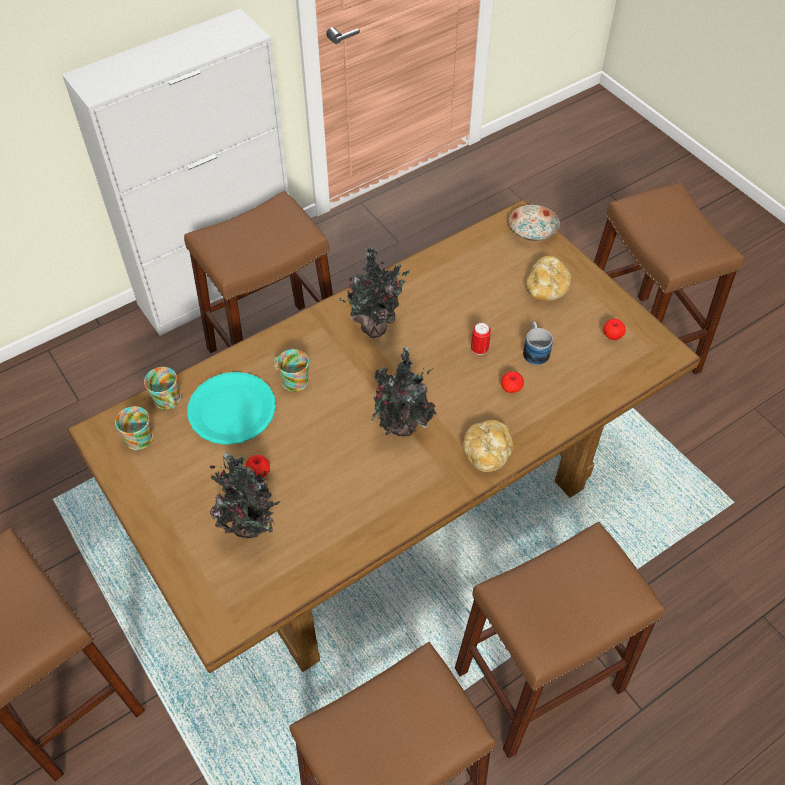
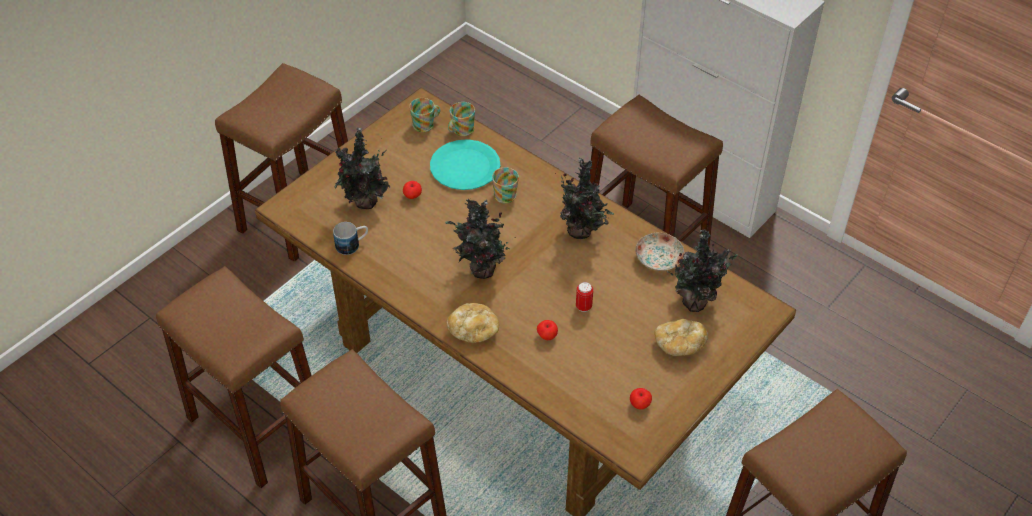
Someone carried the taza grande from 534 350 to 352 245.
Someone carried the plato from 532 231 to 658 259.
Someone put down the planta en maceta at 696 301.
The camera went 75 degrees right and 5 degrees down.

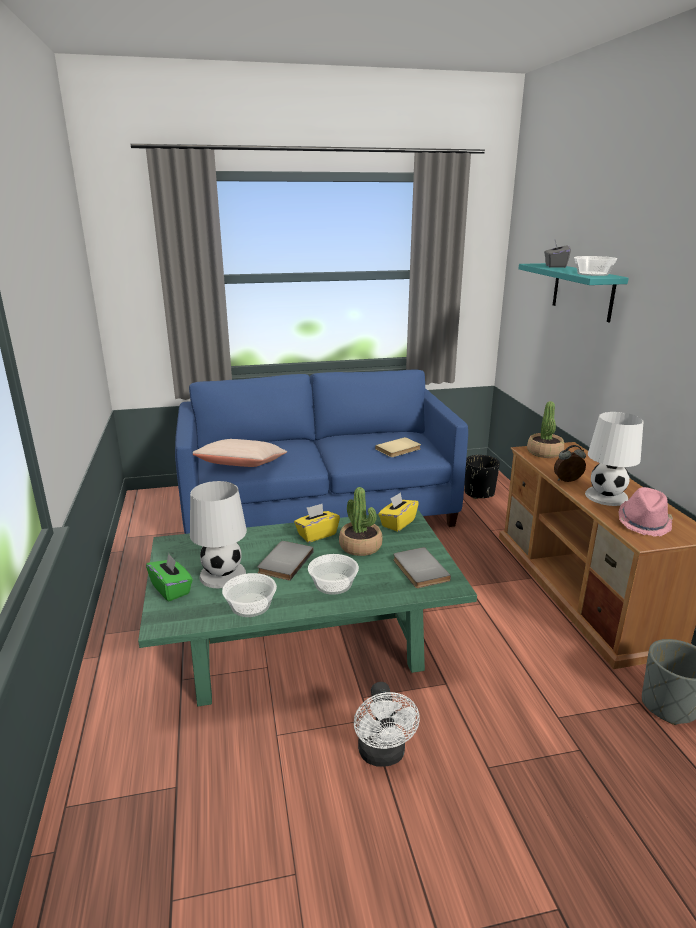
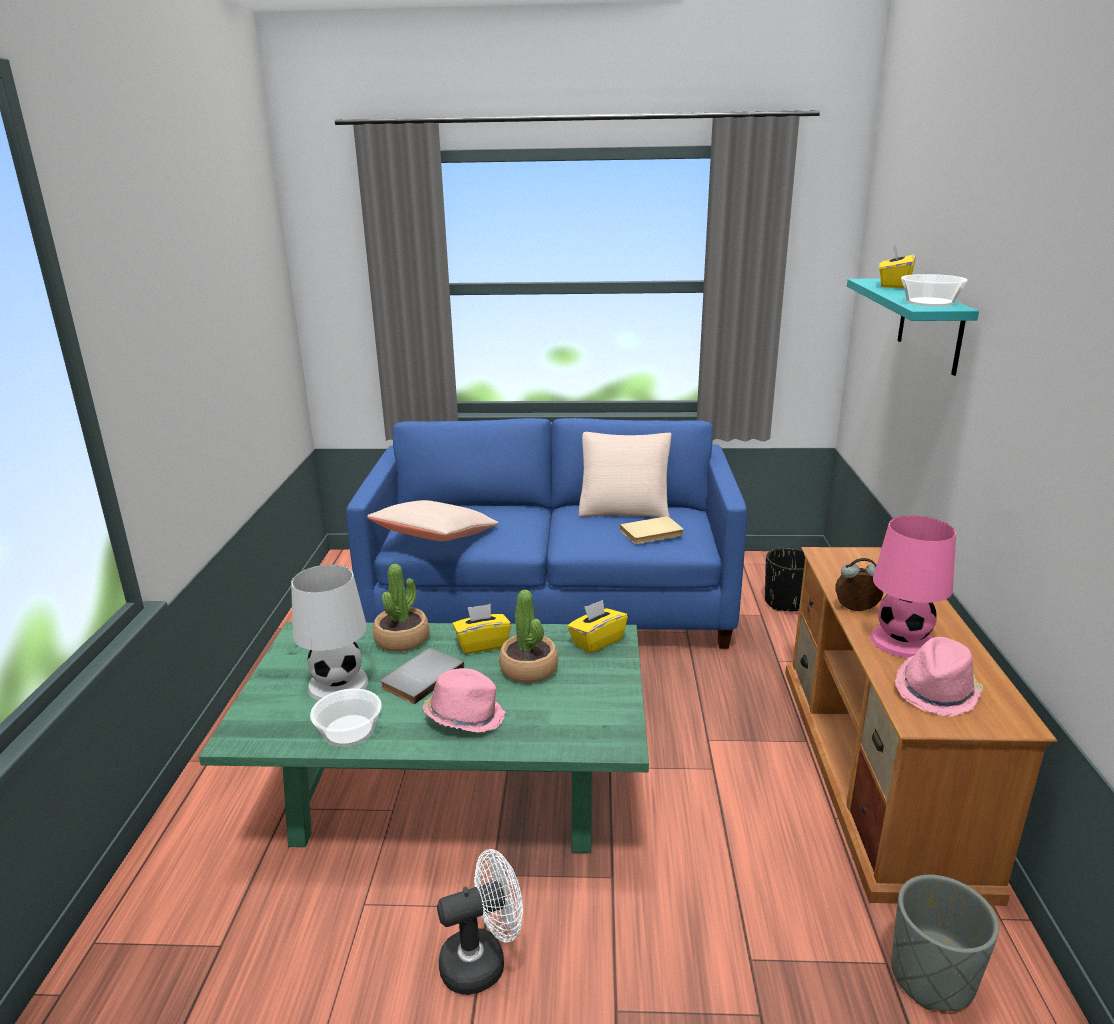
Someone carried the planta en maceta from 544 452 to 402 639.
Someone swapped the cuenco at 332 583 for the sombrero/rosa at 465 716.
Someone rotated the ventilador/blanco at 383 755 by 120 degrees counterclockwise.
Someone put down the cojín/beis at 624 507.
Someone repainted the lámpara de mesa/blanco at 605 496, which became the lámpara de mesa/rosa at 901 641.
Someone repainted the caja de pañuelos/gris at 555 266, which became the caja de pañuelos/amarillo at 894 285.
Someone took away the caja de pañuelos/verde at 171 589.
Someone took away the libro/gris at 418 570.
The camera went 15 degrees right and 0 degrees up.

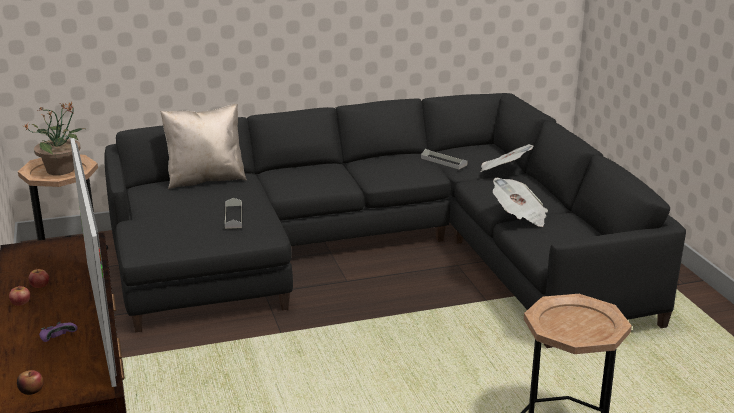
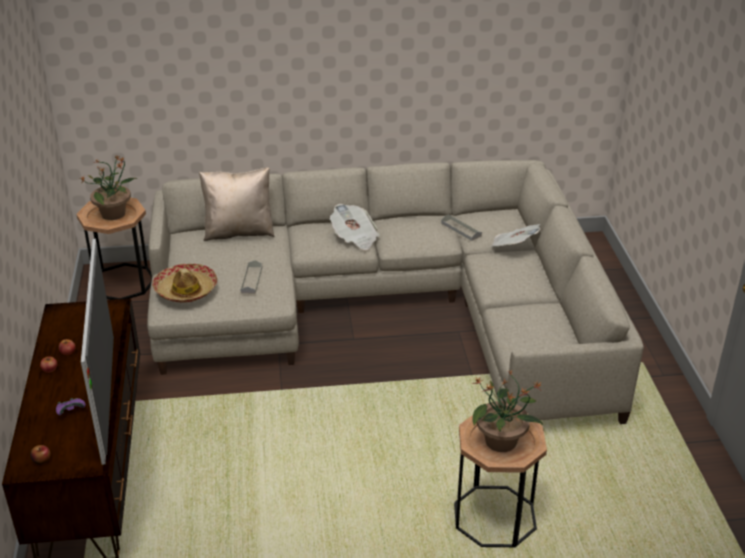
Someone repainted the sofá/negro at 377 253, which became the sofá/beis at 390 310.
Someone put down the sombrero at 185 290.
Someone carried the periódico from 519 216 to 355 238.
Someone put down the planta en maceta at 502 441.
The camera went 10 degrees right and 10 degrees up.

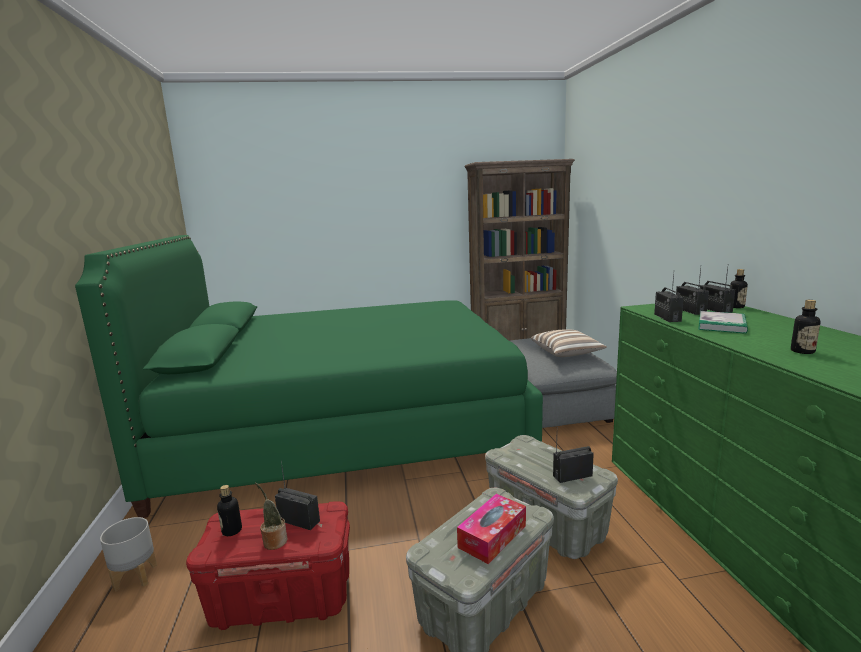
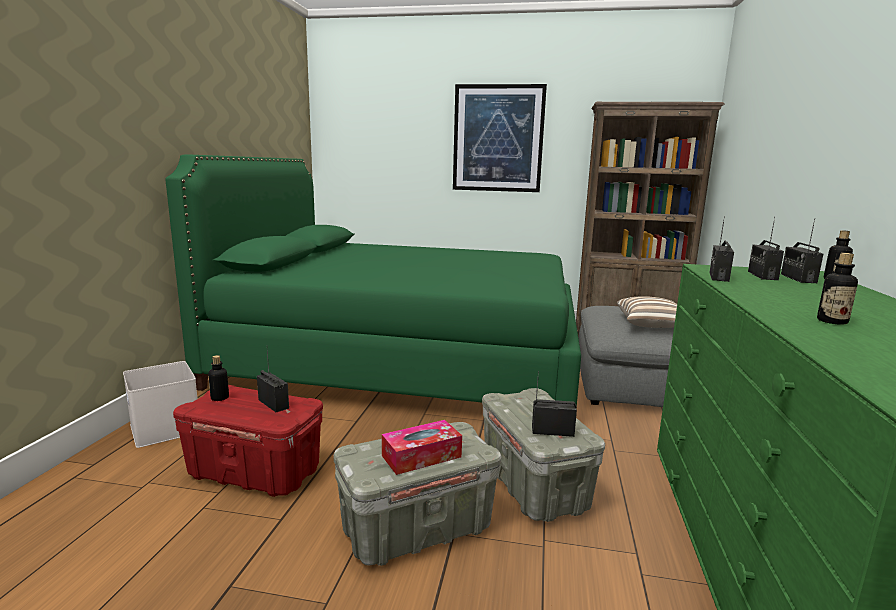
Someone swapped the maceta/gris at 136 577 for the caja de almacenaje/blanco at 167 428.
Someone put up the cuadro at 498 139.
Someone took away the planta en maceta at 274 541.
Someone took away the libro at 722 325.
The camera went 20 degrees right and 0 degrees up.

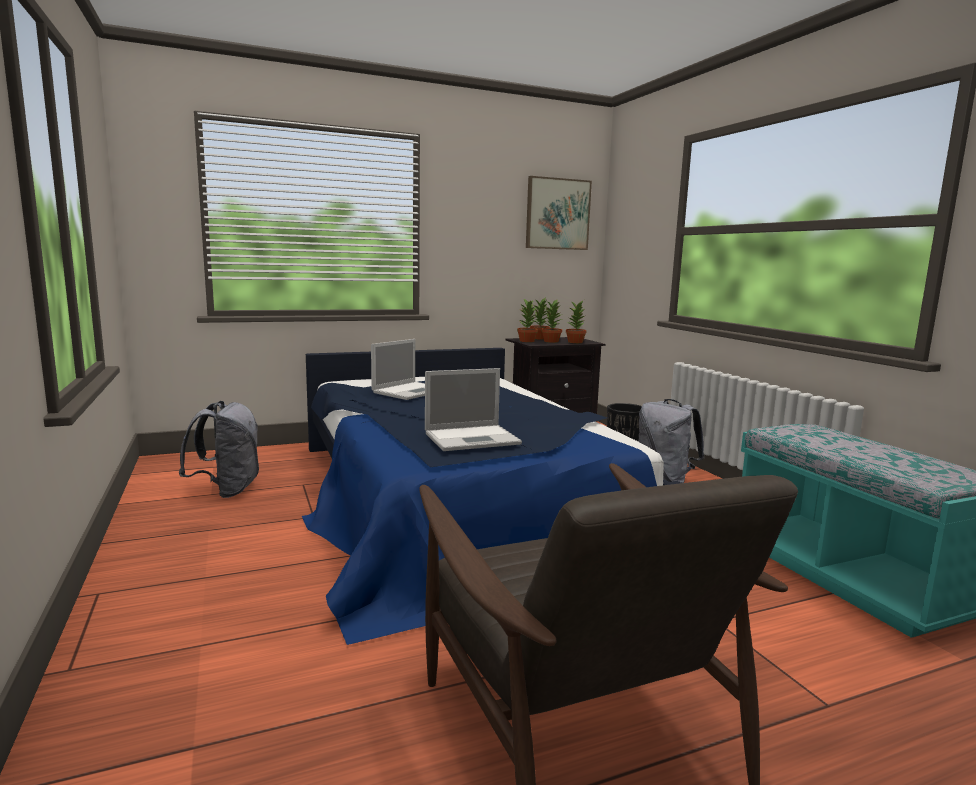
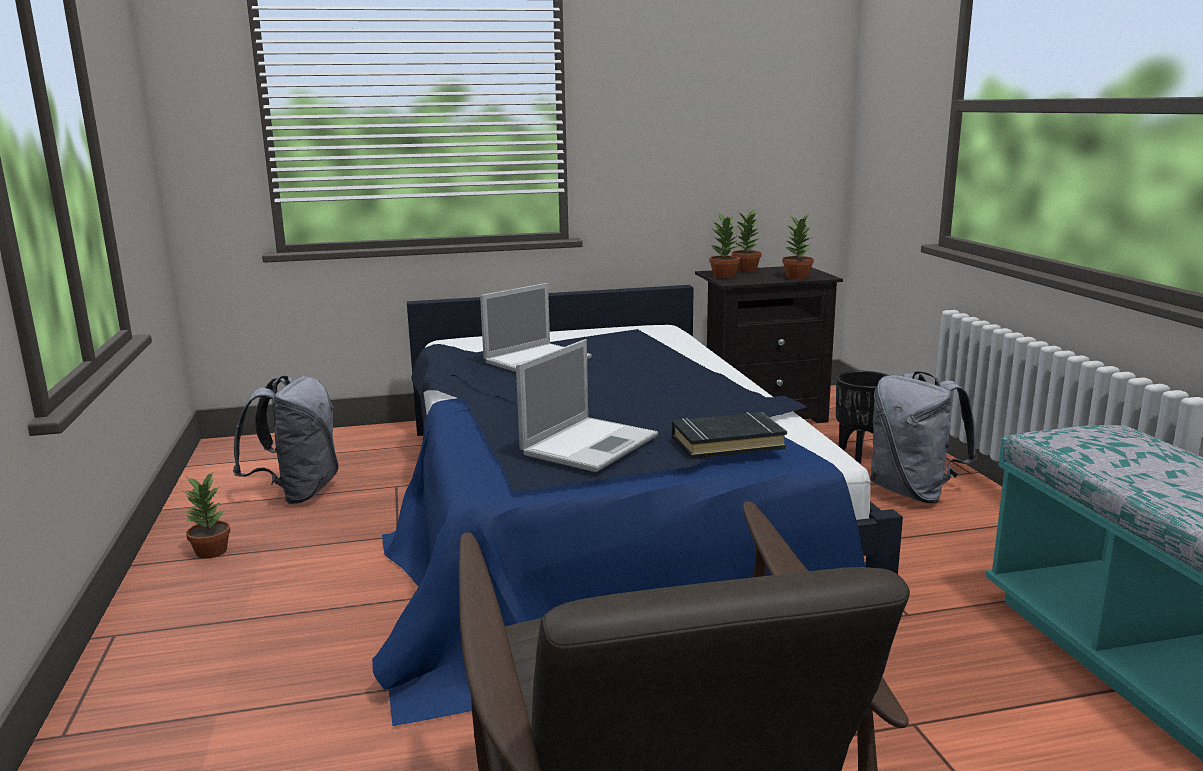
Someone carried the planta en maceta from 551 341 to 212 552.
Someone rotated the portátil at 473 438 by 45 degrees counterclockwise.
Someone put down the libro/negro at 727 443.
Someone took away the cuadro at 557 214.
The camera went 10 degrees right and 5 degrees up.

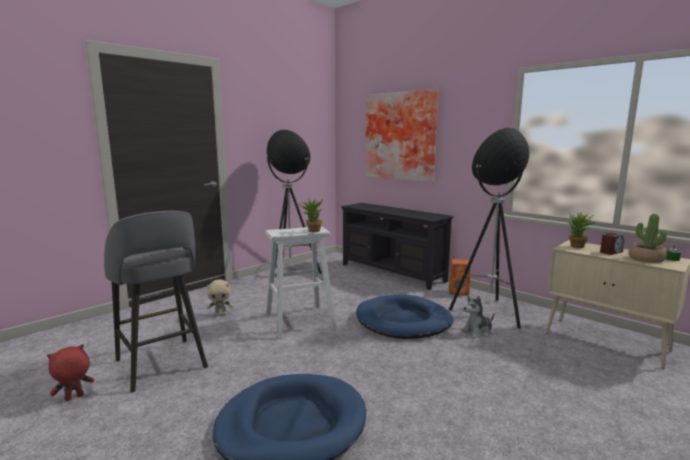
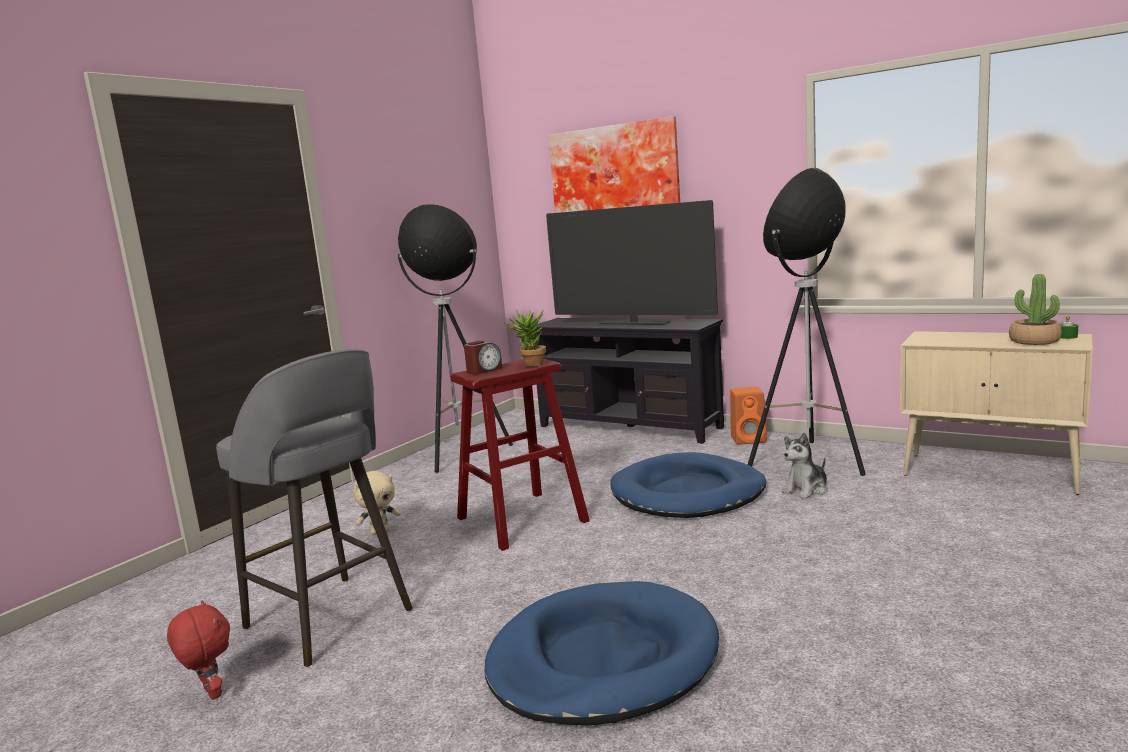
Someone rotated the peluche/rojo at 74 398 by 105 degrees clockwise.
Someone repainted the taburete/blanco at 299 321, which became the taburete/rojo at 522 519.
Someone carried the despertador from 611 252 to 484 370.
Someone put down the televisor at 633 323.
Someone took away the planta en maceta at 577 247.
The camera went 10 degrees left and 0 degrees up.

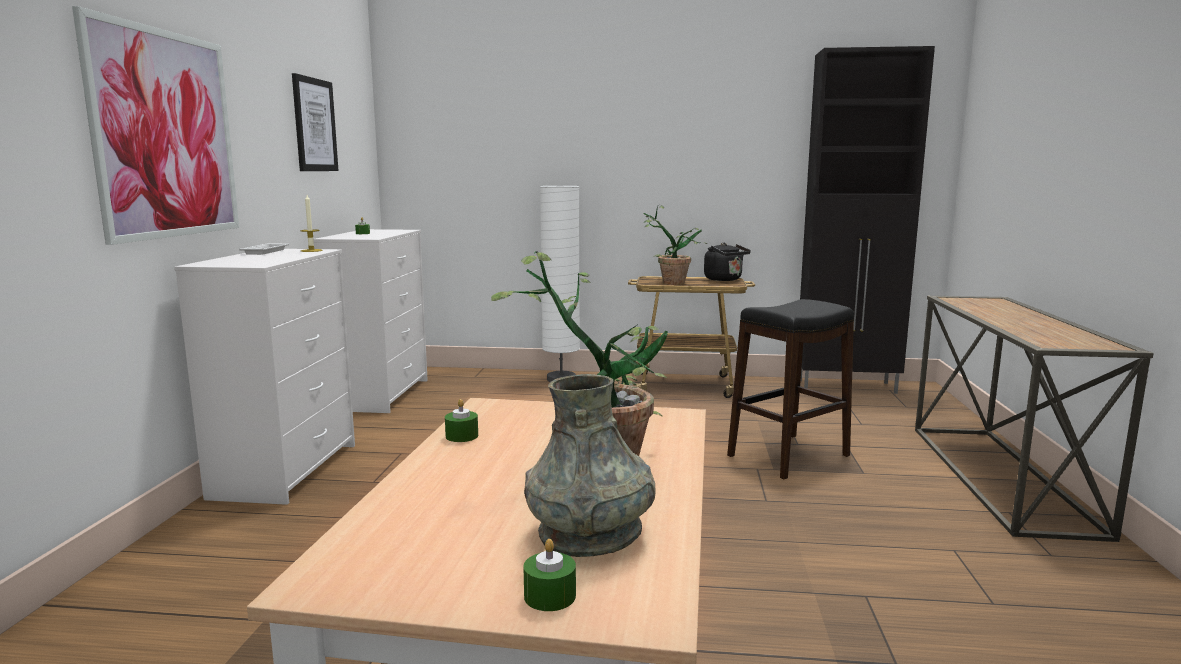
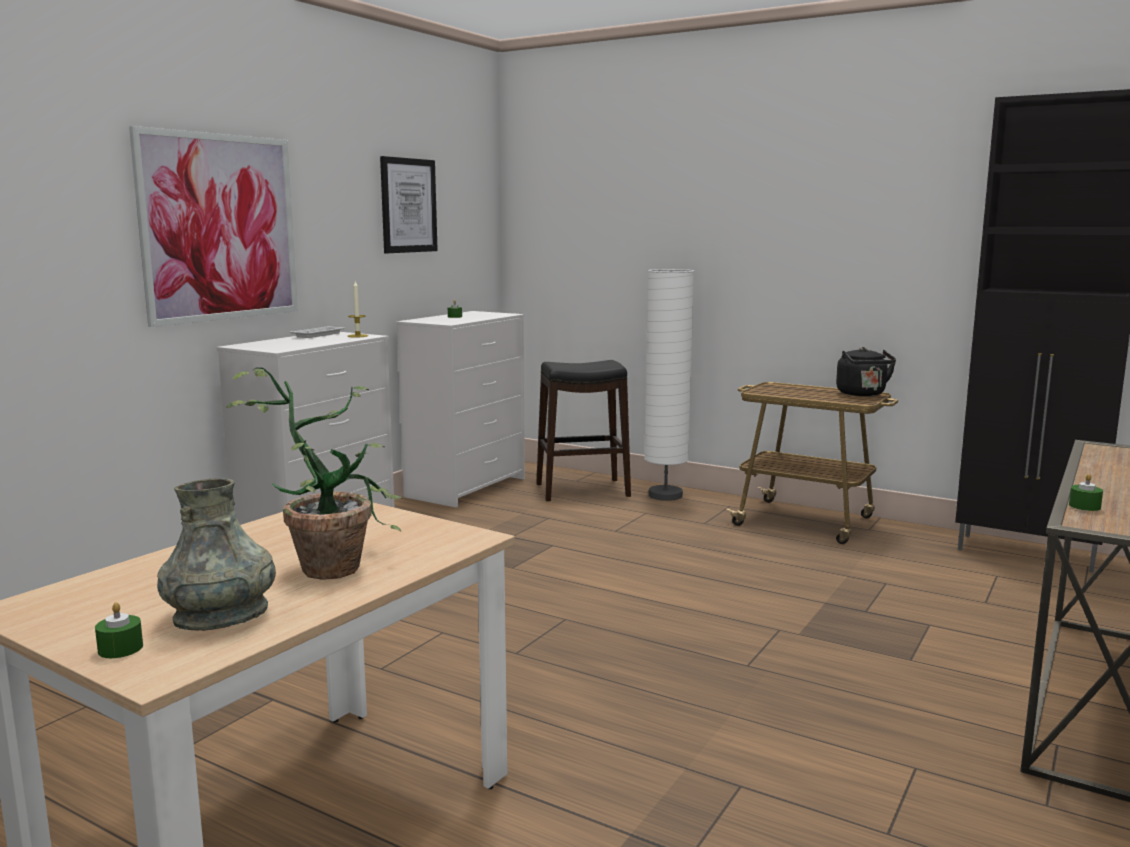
Someone carried the taburete/negro from 788 455 to 583 490.
Someone carried the vela/verde from 462 436 to 1084 506.
Someone took away the planta en maceta at 667 282.
The camera went 25 degrees right and 0 degrees up.

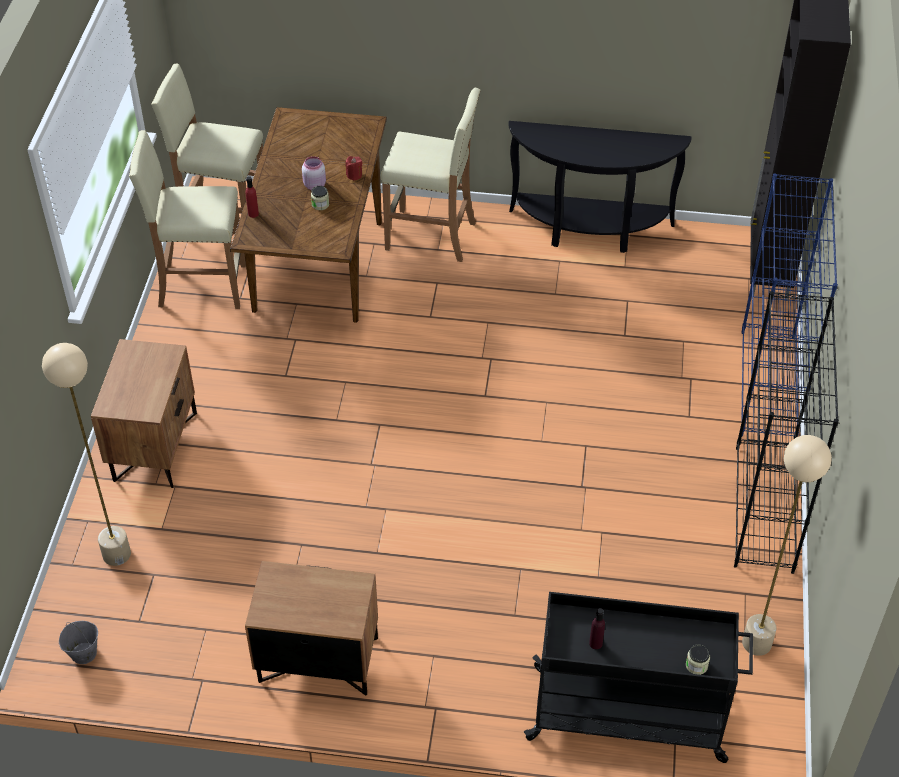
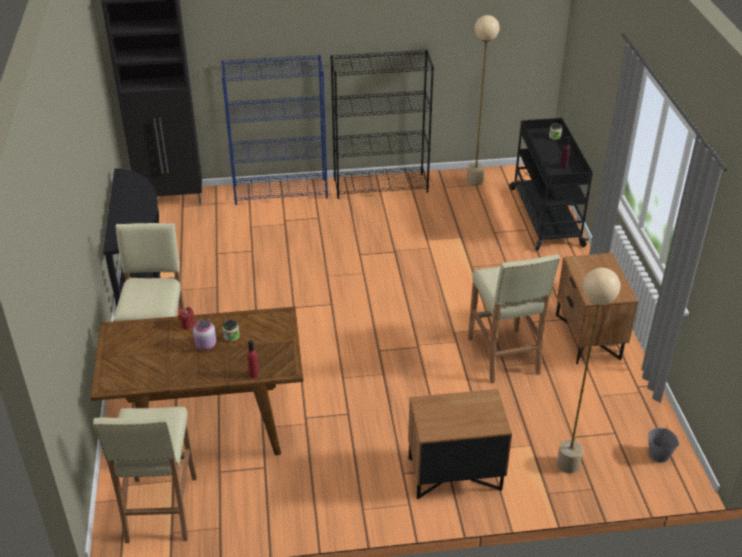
Someone carried the taburete/beis from 201 285 to 504 356.
The camera went 105 degrees left and 10 degrees down.

